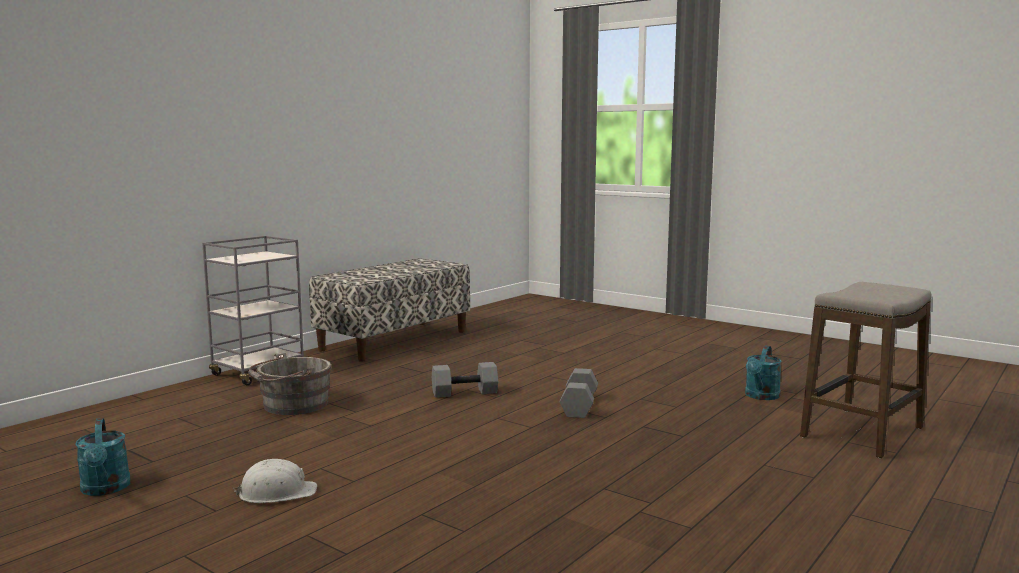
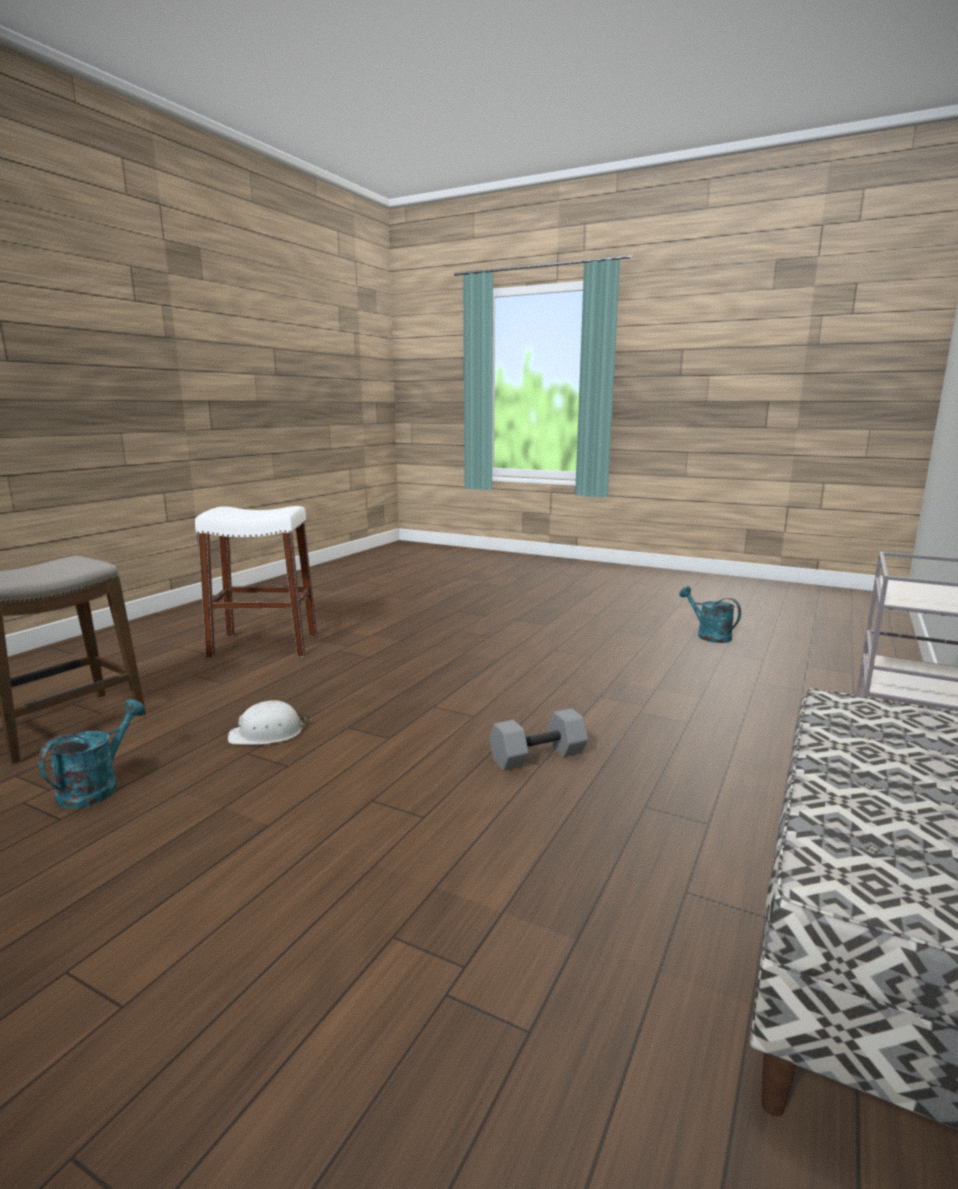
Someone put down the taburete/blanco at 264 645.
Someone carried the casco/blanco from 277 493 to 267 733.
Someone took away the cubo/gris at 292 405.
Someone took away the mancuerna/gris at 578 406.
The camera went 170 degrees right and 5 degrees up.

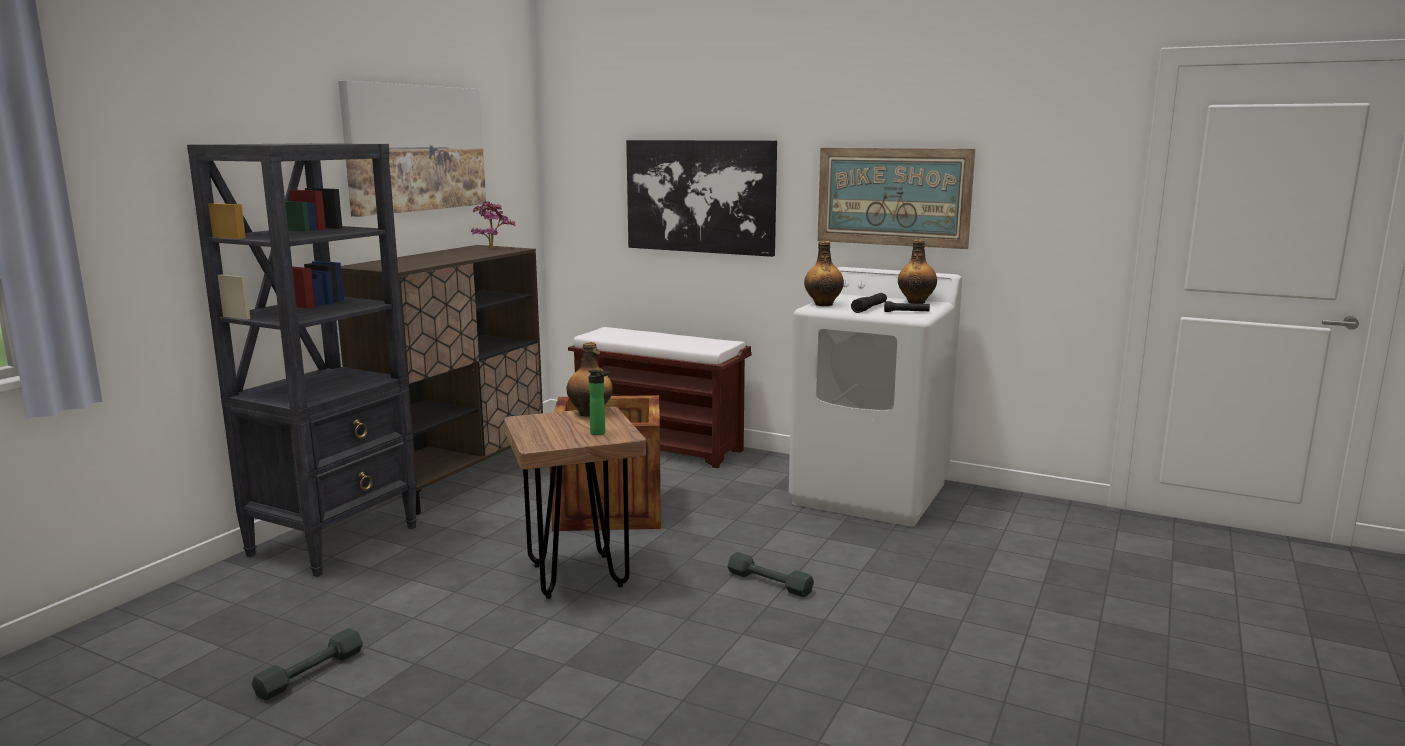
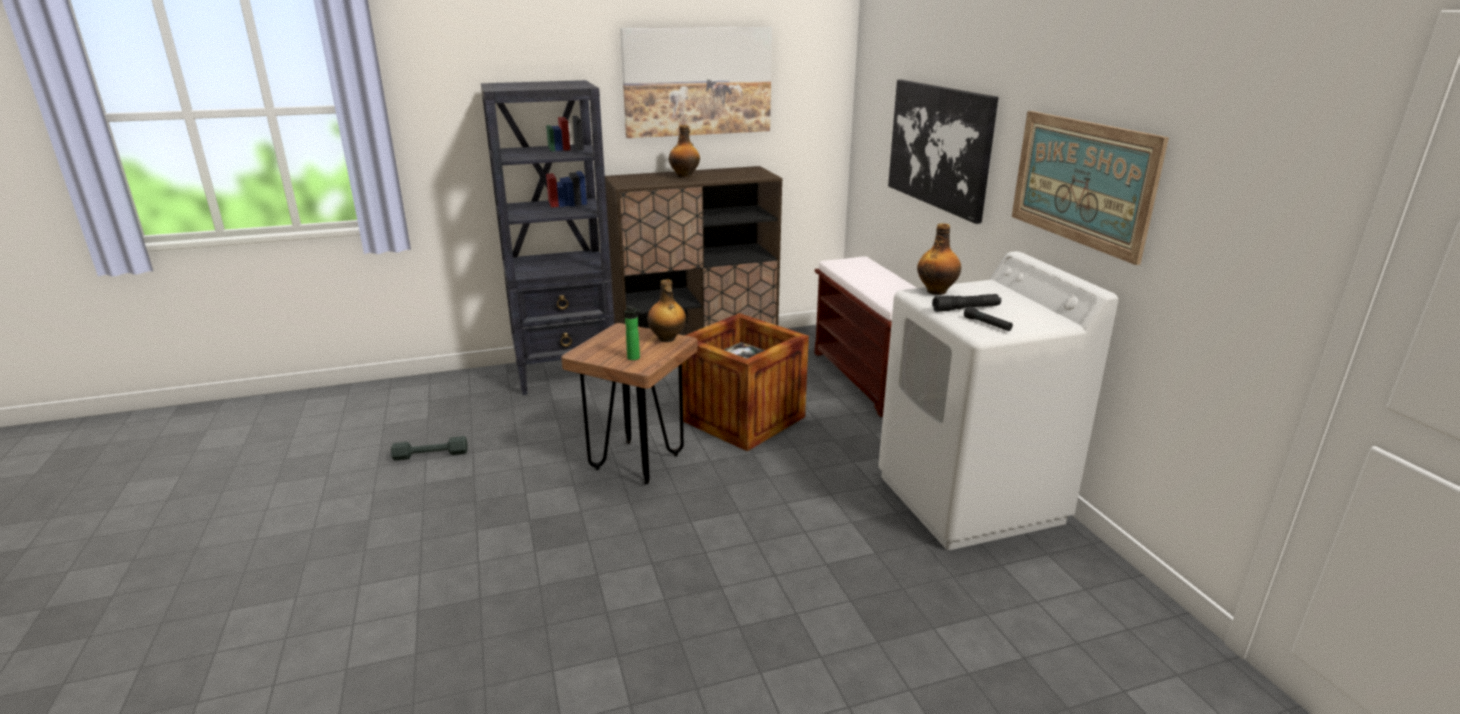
Someone carried the botella from 916 302 to 685 176.
Someone took away the planta en maceta at 492 248.
Someone took away the mancuerna/gris at 769 583.
The camera went 45 degrees right and 10 degrees up.

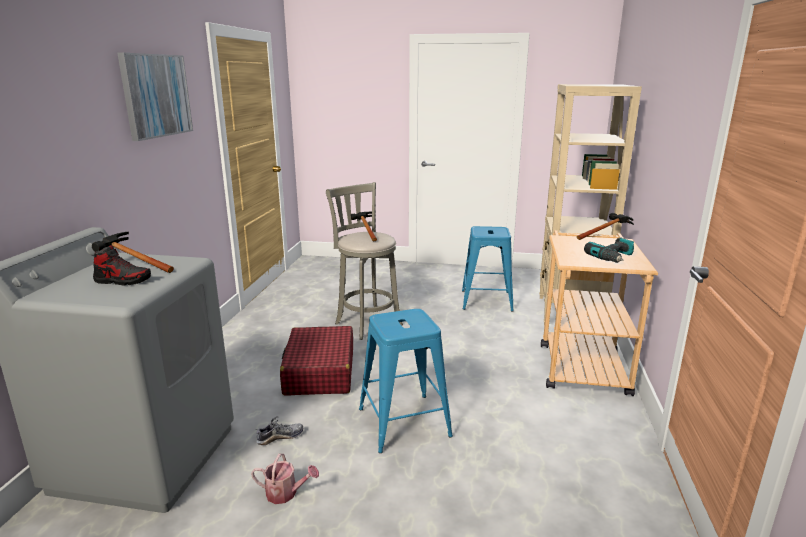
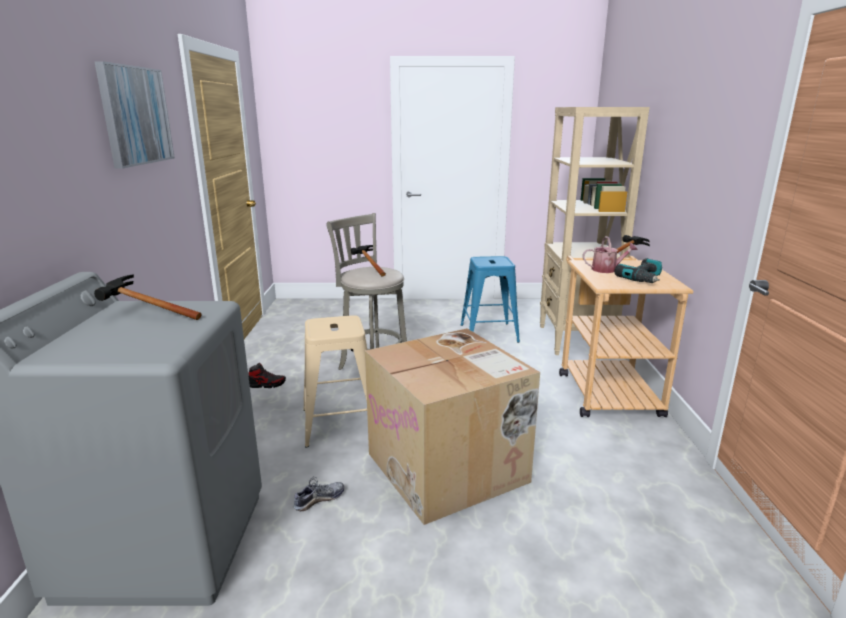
Someone carried the zapato from 123 281 to 267 384.
Someone swapped the maleta/rojo at 319 372 for the taburete/beis at 339 423.
Someone swapped the taburete/azul at 403 422 for the caja de cartón at 449 468.
Someone carried the regadera from 286 493 to 607 269.
The camera went 10 degrees left and 0 degrees up.

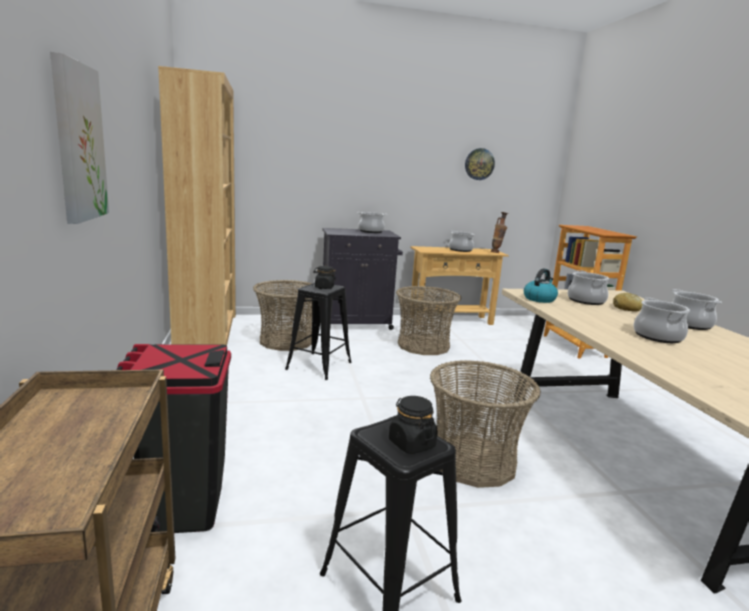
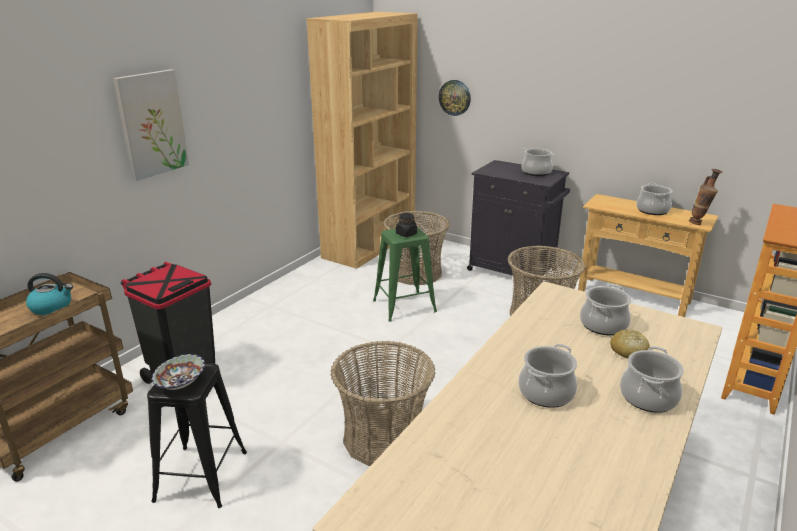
Someone carried the hervidor from 539 299 to 52 307.
Someone swapped the tarro/negro at 411 443 for the cuenco at 181 383.
Someone repainted the taburete/negro at 319 366, which became the taburete/verde at 404 306.
Someone carried the reloj de pared from 479 164 to 455 97.
The camera went 45 degrees right and 10 degrees up.

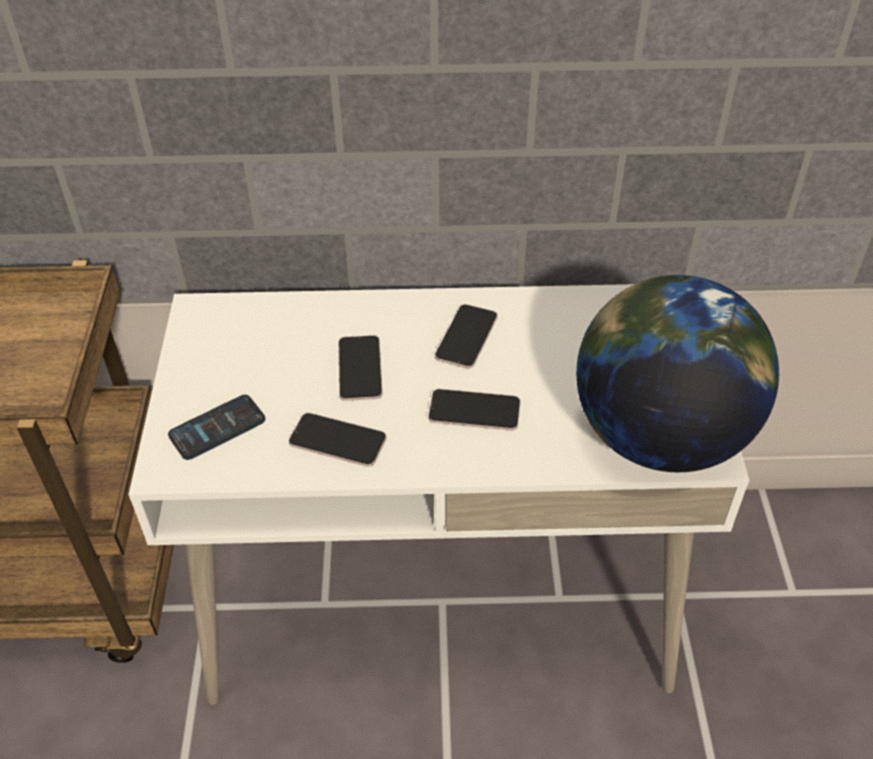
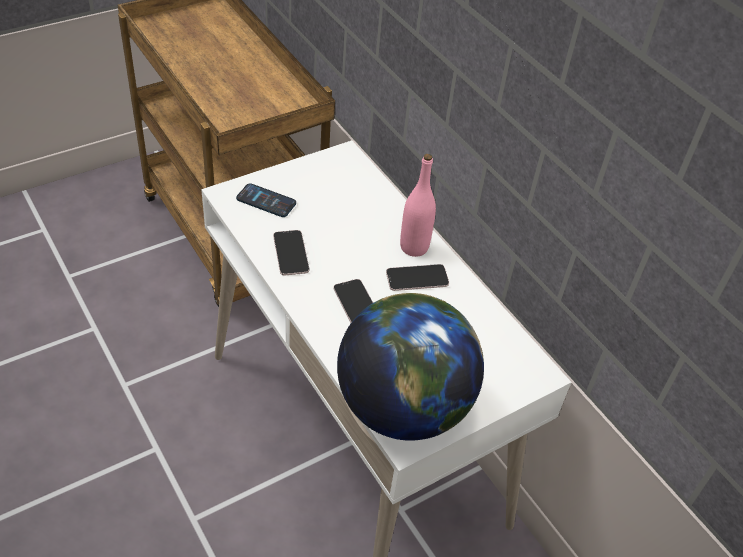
Someone put down the botella/rosa at 414 247.
Someone took away the móvil at 360 368.
The camera went 55 degrees right and 0 degrees up.

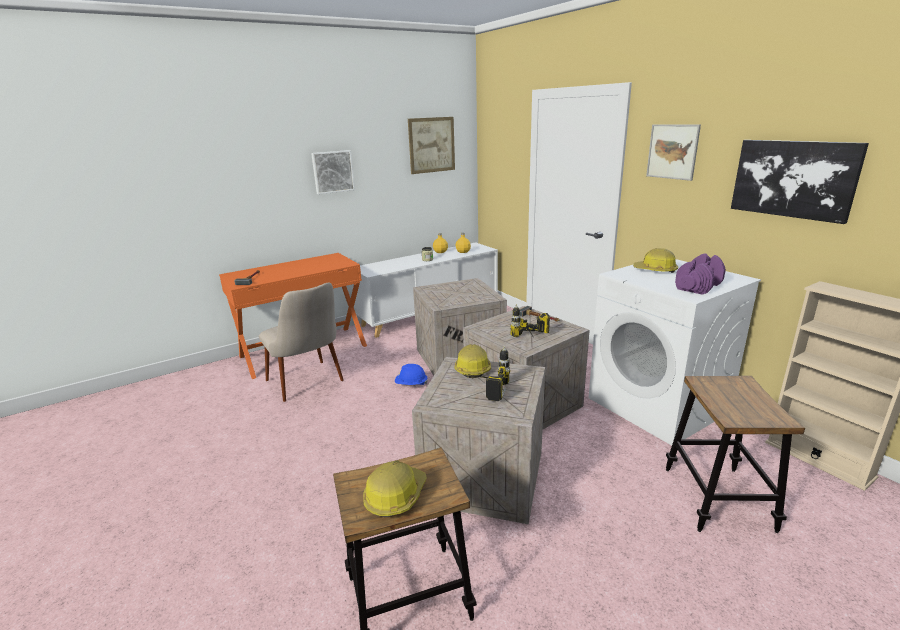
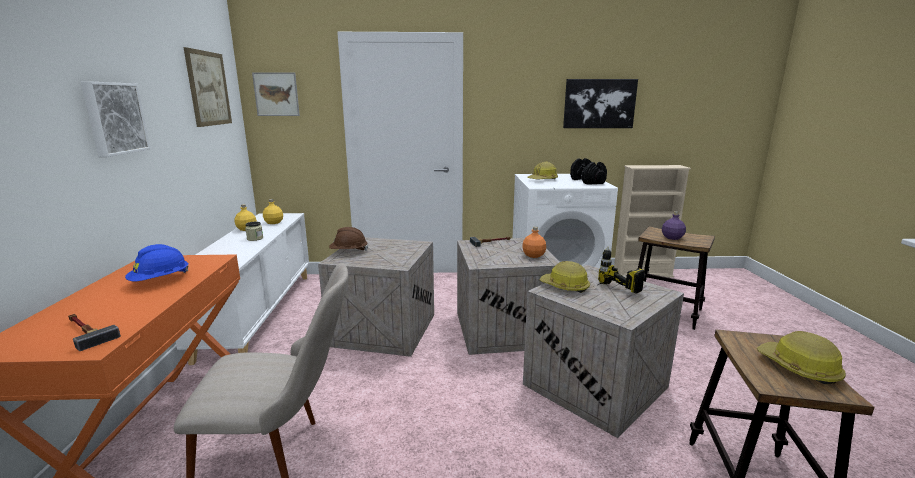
Someone carried the casco/azul from 411 384 to 160 280.
Someone carried the cuadro from 672 151 to 276 94.
Someone put down the casco/marrón at 348 252.
Someone swapped the taladro at 532 340 for the botella/naranja at 533 255.
Someone repainted the mancuerna/morado at 698 286, which became the mancuerna/negro at 587 181.
Someone put down the botella/morado at 672 238.
The camera went 60 degrees left and 5 degrees down.

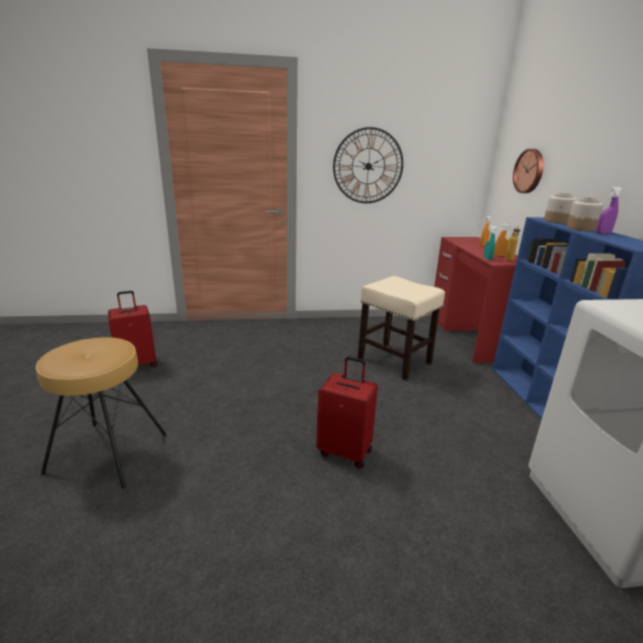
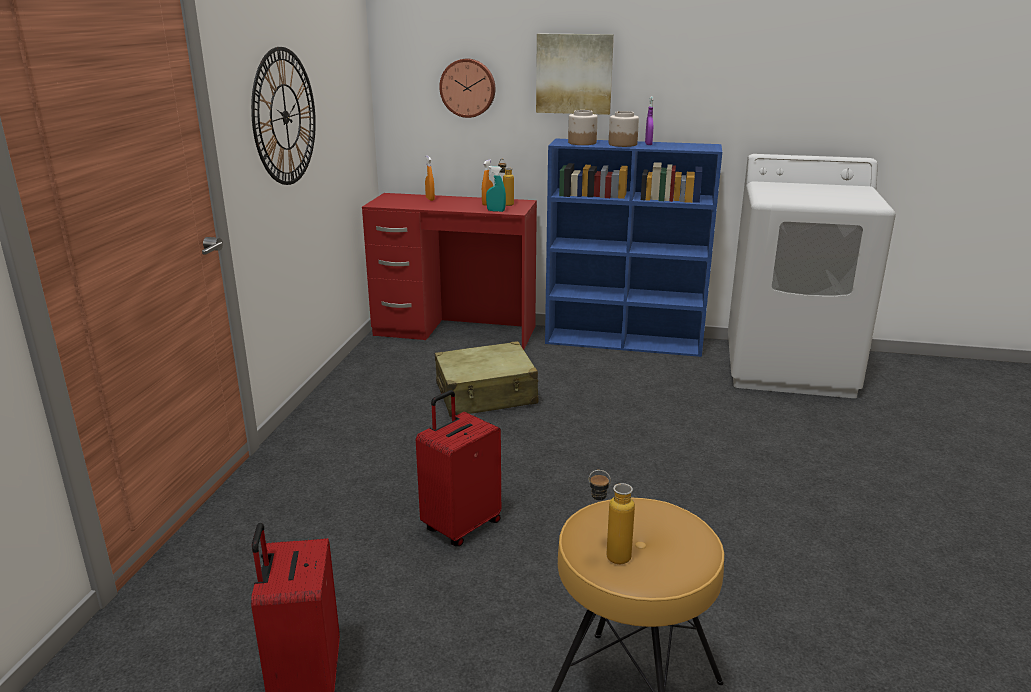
Someone carried the maleta/rojo from 345 451 to 460 526.
Someone swapped the taburete/beis at 395 361 for the maleta/beis at 486 395.
Someone put up the cuadro at 574 74.
Someone put down the botella at 608 556.
The camera went 70 degrees left and 0 degrees up.

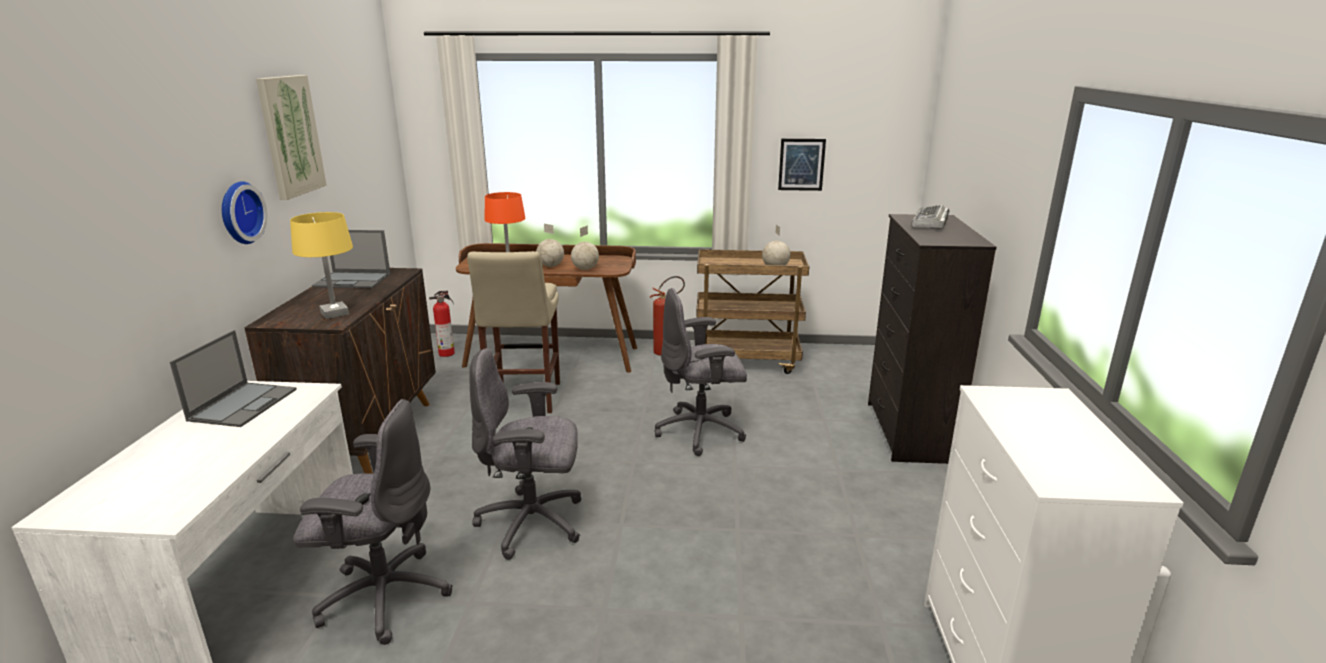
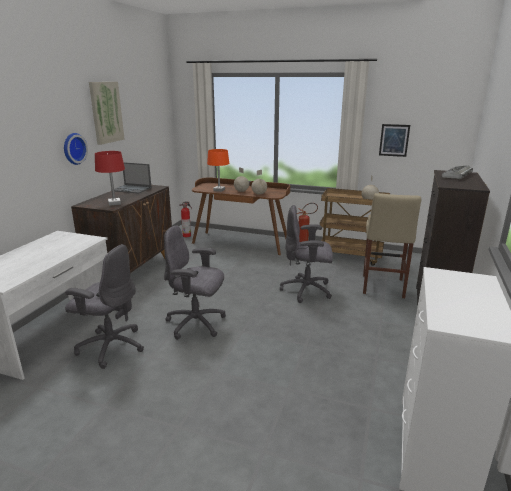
Someone repainted the lámpara de mesa/amarillo at 335 313, which became the lámpara de mesa/rojo at 114 203.
Someone carried the taburete/beis from 523 400 to 382 287.
Someone took away the portátil at 244 404.
The camera went 15 degrees right and 0 degrees up.

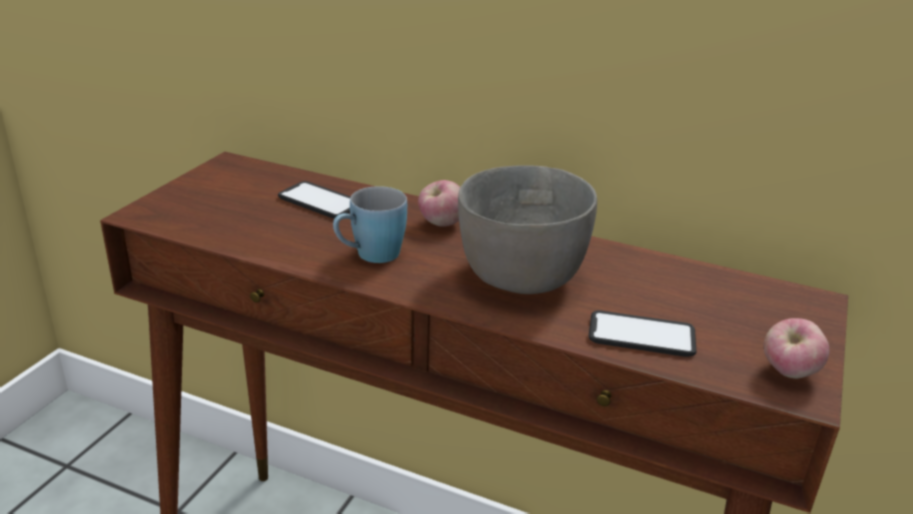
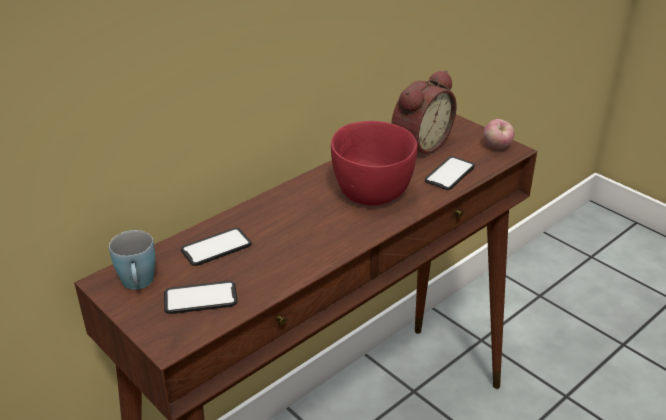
Someone carried the taza grande/azul from 369 256 to 138 284.
Someone put down the móvil at 200 298.
Someone repainted the cuenco/gris at 518 276, which became the cuenco/rojo at 371 193.
Someone put down the despertador at 418 145.
Someone took away the manzana at 441 224.
The camera went 65 degrees left and 5 degrees up.

